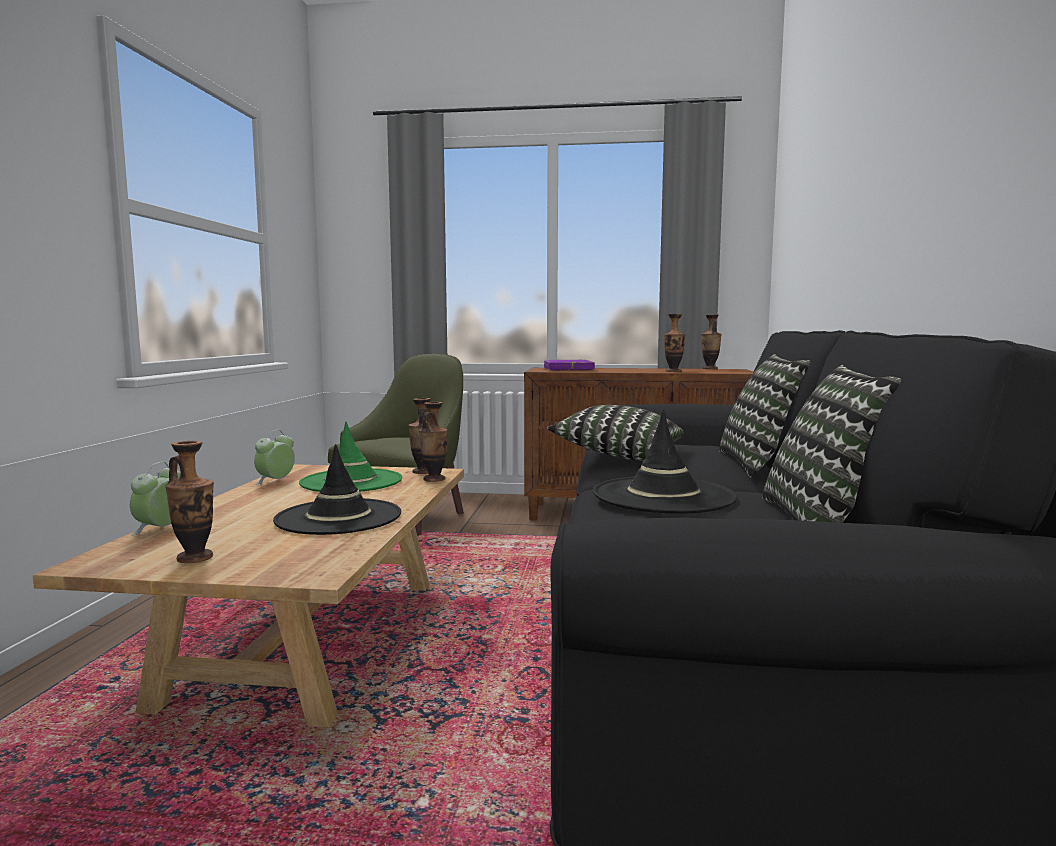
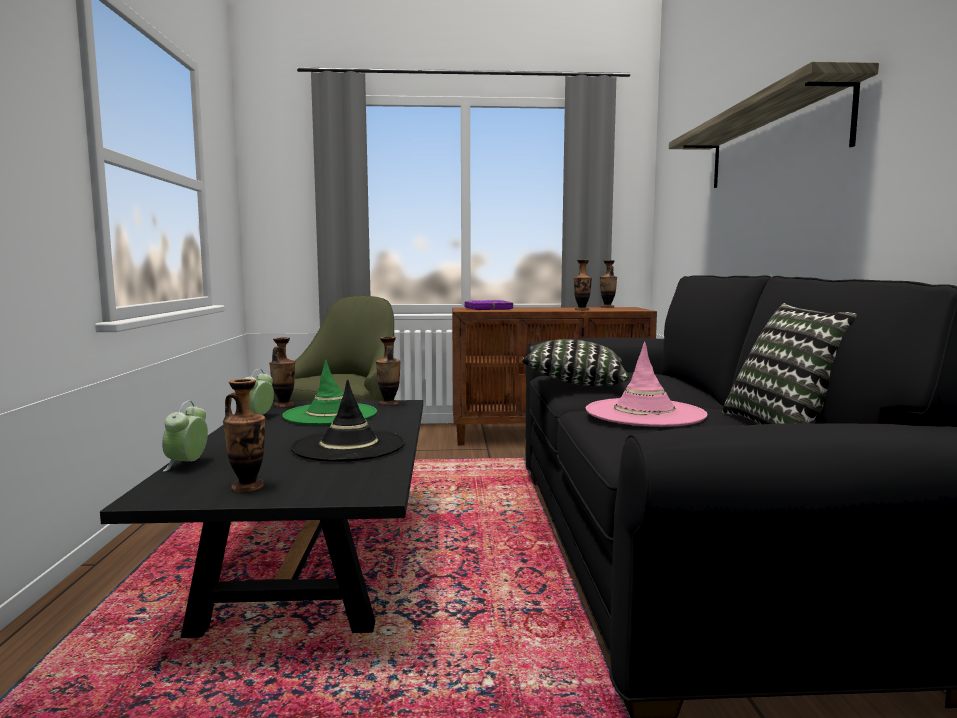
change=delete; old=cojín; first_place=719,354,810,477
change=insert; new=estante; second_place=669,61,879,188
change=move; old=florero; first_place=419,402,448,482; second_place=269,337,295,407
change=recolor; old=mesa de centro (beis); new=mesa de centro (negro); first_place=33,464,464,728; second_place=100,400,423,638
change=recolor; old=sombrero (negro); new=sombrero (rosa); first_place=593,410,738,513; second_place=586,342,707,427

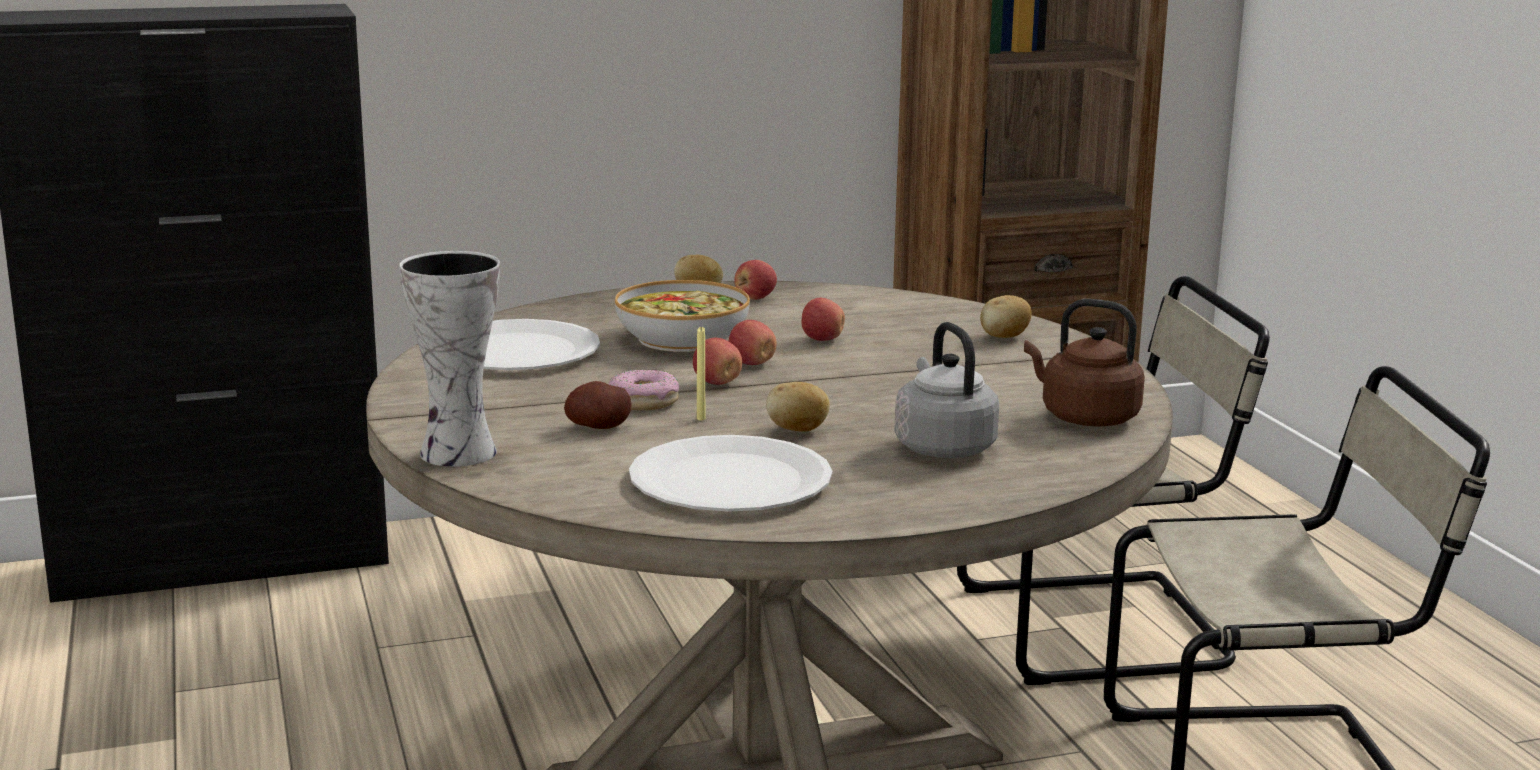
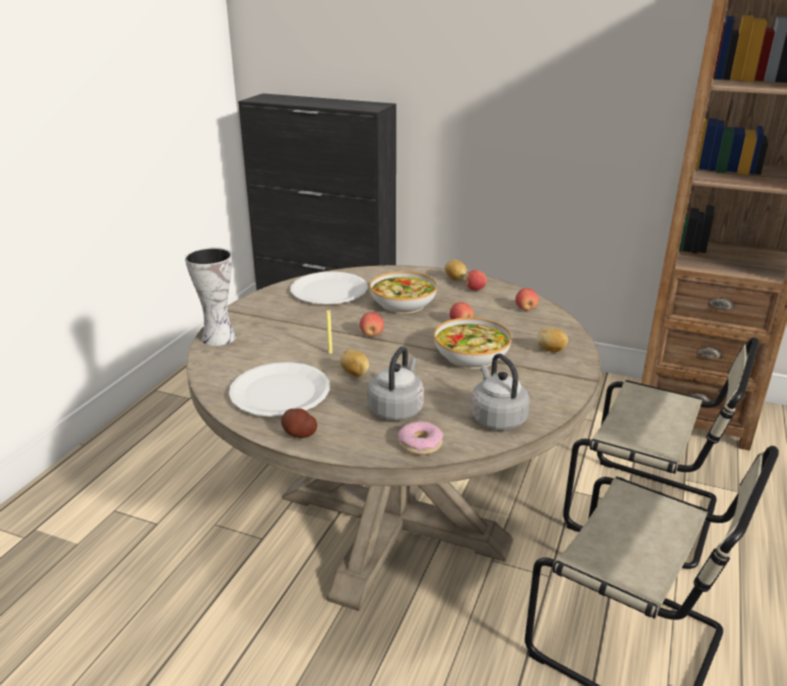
change=insert; new=cuenco; second_place=434,317,512,369
change=move; old=patata; first_place=564,381,632,429; second_place=281,408,317,438
change=move; old=rosquilla; first_place=608,370,679,411; second_place=398,421,443,455
change=move; old=manzana; first_place=729,320,777,365; second_place=515,288,539,311
change=recolor; old=hervidor (marrón); new=hervidor (gris); first_place=1024,299,1145,426; second_place=471,353,530,430

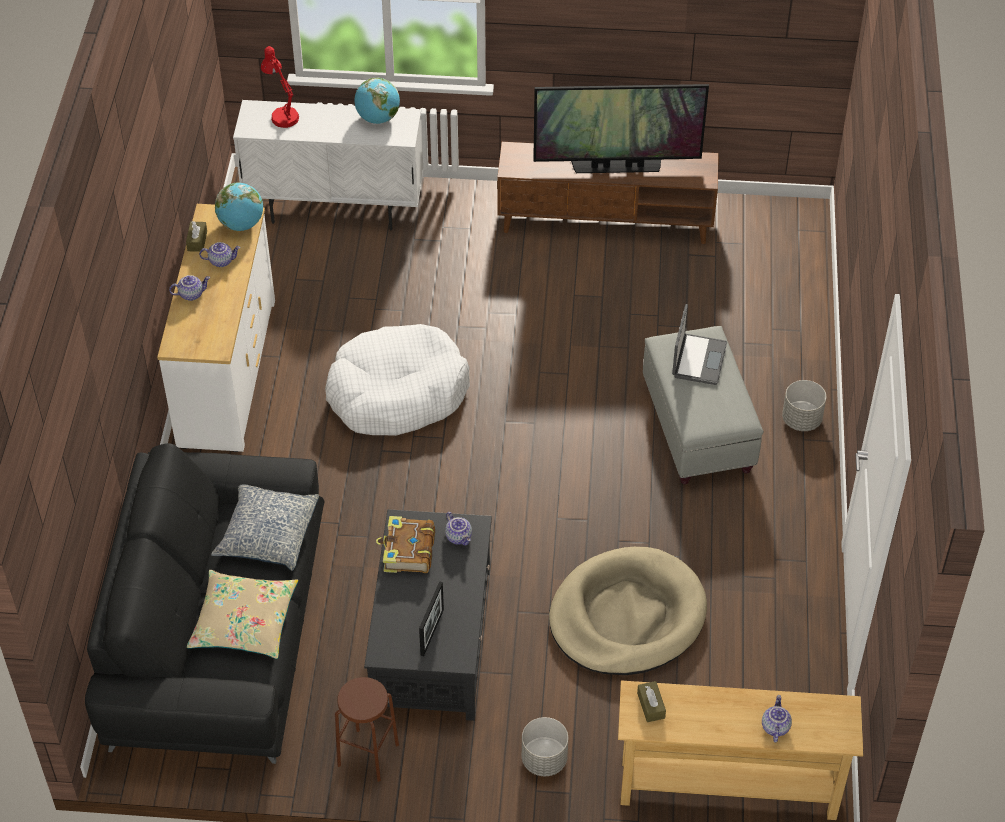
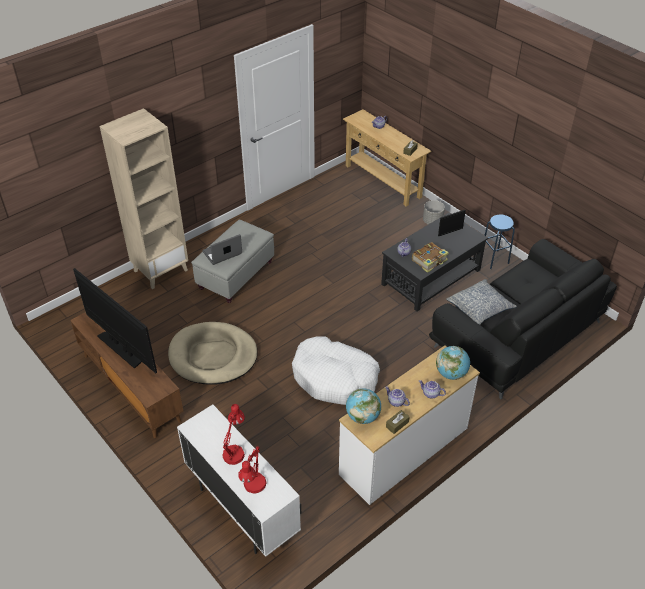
change=delete; old=cojín (beis); first_place=187,570,298,659
change=delete; old=maceta (gris); first_place=782,380,826,431
change=insert; new=estantería (beis); second_place=99,108,188,289
change=insert; new=lámpara de mesa (rojo); second_place=222,404,245,465
change=move; old=globo terráqueo; first_place=354,78,400,124; second_place=436,346,470,380
change=move; old=cama para perro (beis); first_place=549,547,707,675; second_place=168,322,258,385
change=recolor; old=taburete (marrón); new=taburete (azul); first_place=335,677,399,782; second_place=484,214,515,269

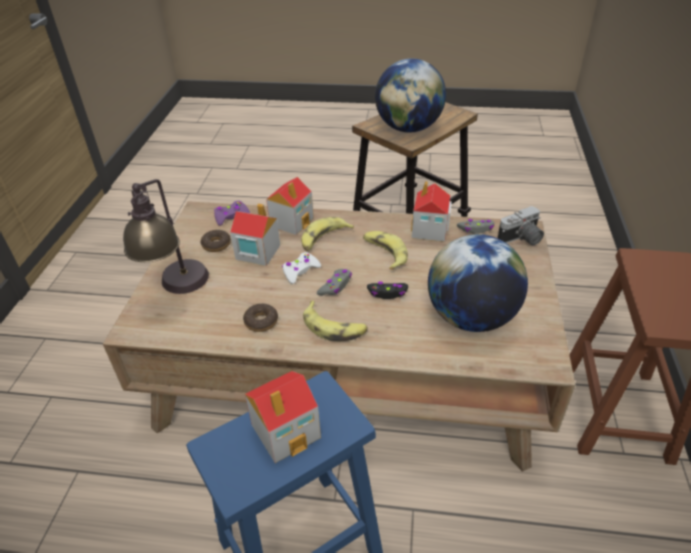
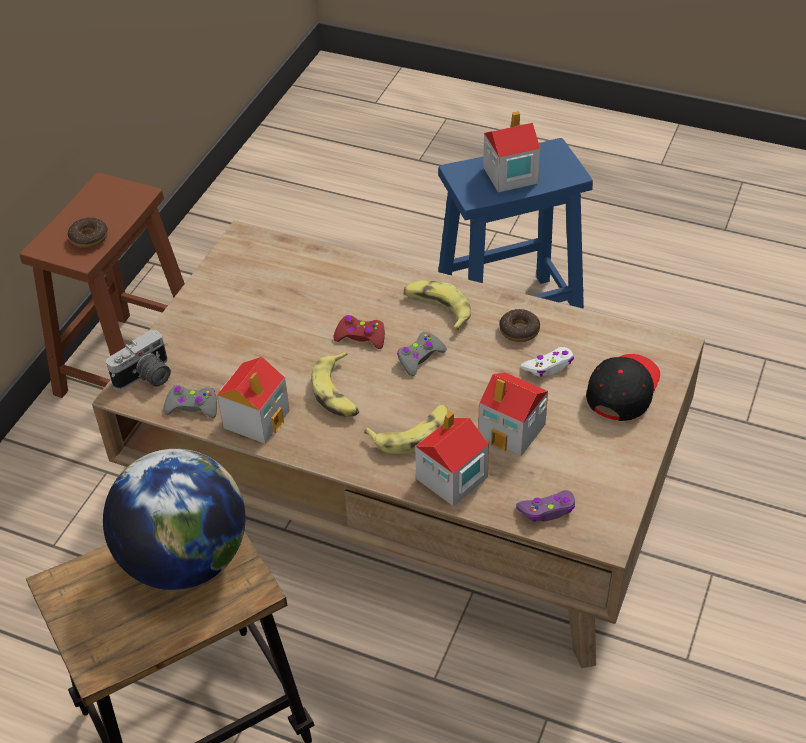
change=delete; old=globo terráqueo; first_place=428,234,528,332
change=move; old=rosquilla; first_place=201,230,231,252; second_place=68,217,108,248
change=move; old=mando de consola (blanco); first_place=282,252,321,284; second_place=521,347,574,377
change=replace; old=lámpara de mesa; new=gorra (negro); first_place=123,179,209,294; second_place=586,354,660,421
change=recolor; old=mando de consola (negro); new=mando de consola (rojo); first_place=367,281,408,299; second_place=333,315,385,349
change=rotate; old=cámara; first_place=498,206,544,245; second_place=106,330,171,390; degrees=150

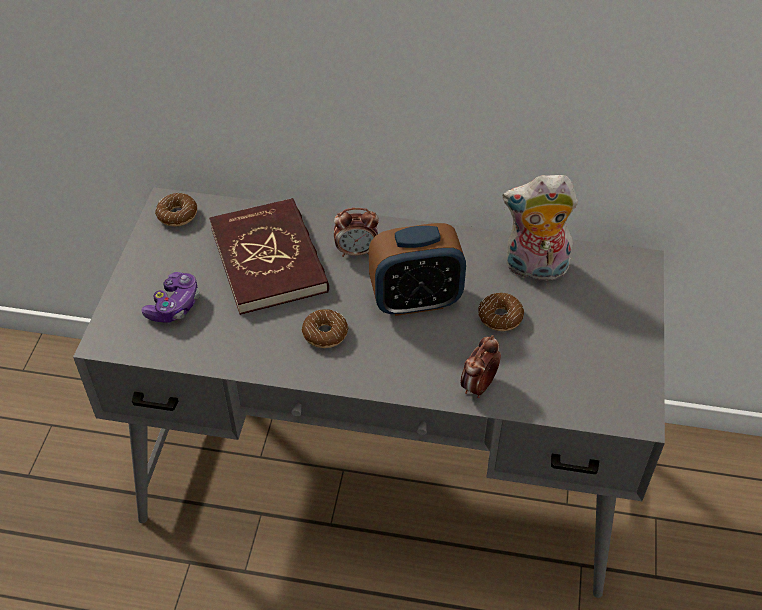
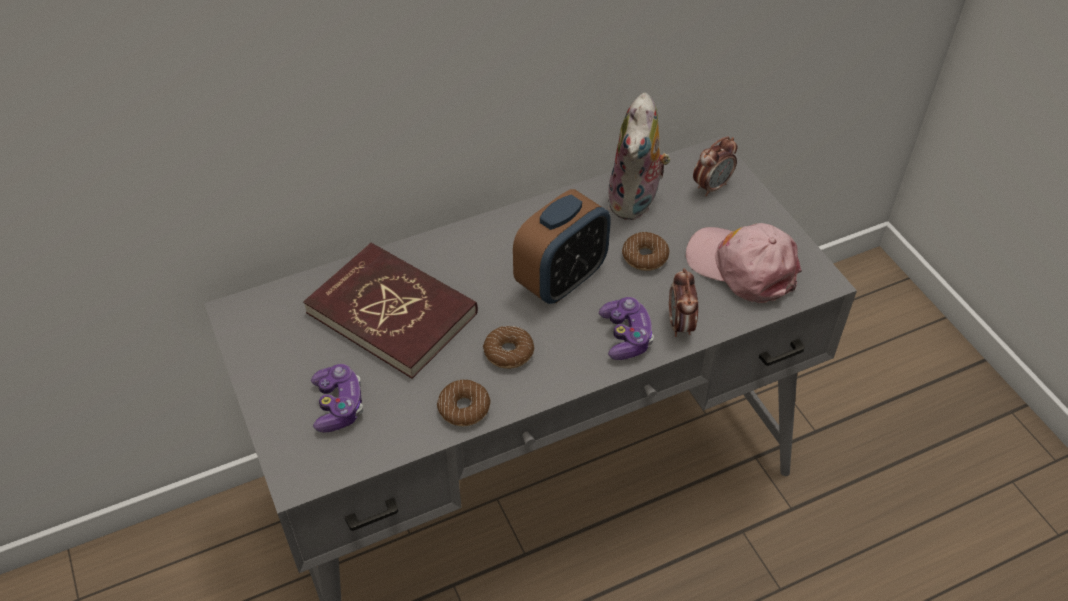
change=insert; new=mando de consola; second_place=599,297,654,360
change=insert; new=gorra (rosa); second_place=686,223,802,303
change=move; old=rosquilla; first_place=155,193,197,227; second_place=437,380,490,426
change=move; old=despertador; first_place=334,208,379,257; second_place=693,136,737,196
change=rotate; old=peluche; first_place=503,175,578,281; second_place=608,92,670,220; degrees=-45

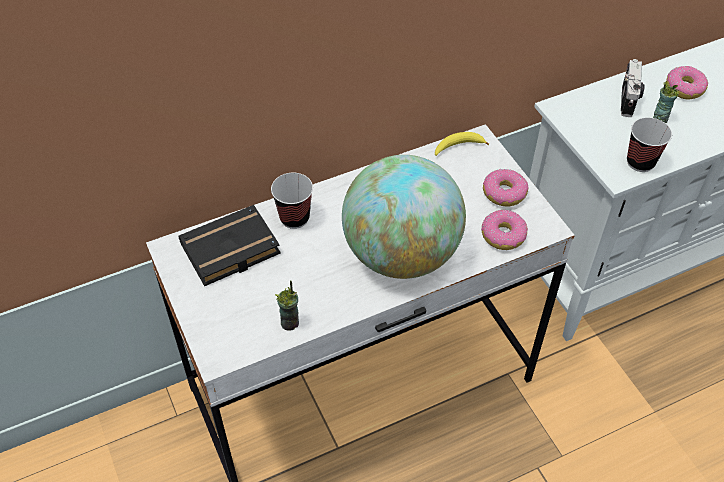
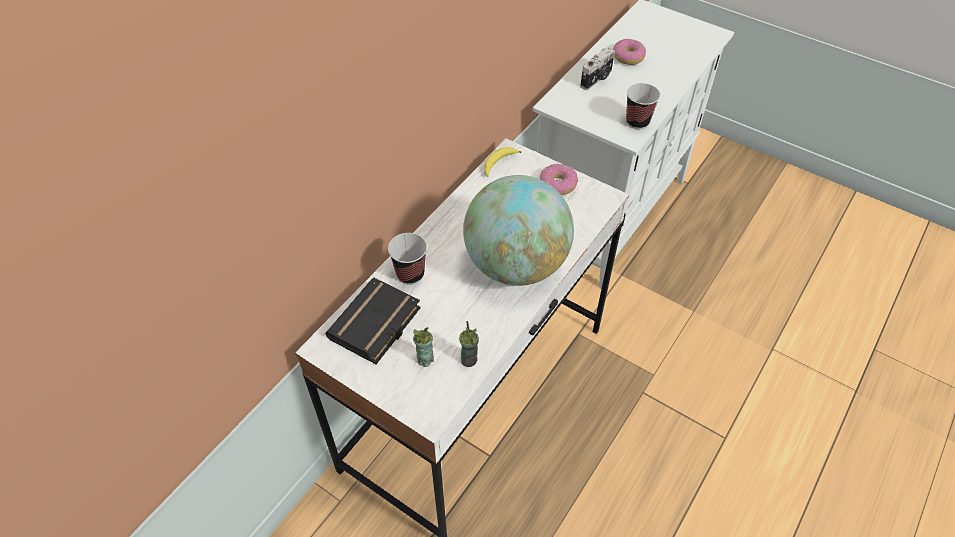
change=delete; old=rosquilla; first_place=481,210,528,250
change=move; old=taza; first_place=653,81,679,123; second_place=413,327,434,367
change=rotate; old=cámara; first_place=621,59,645,117; second_place=580,47,615,90; degrees=60

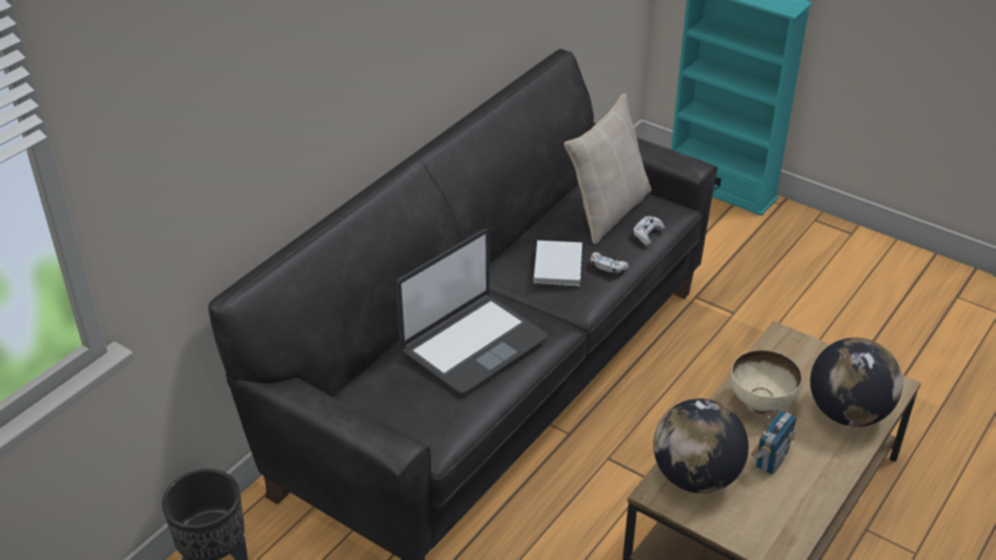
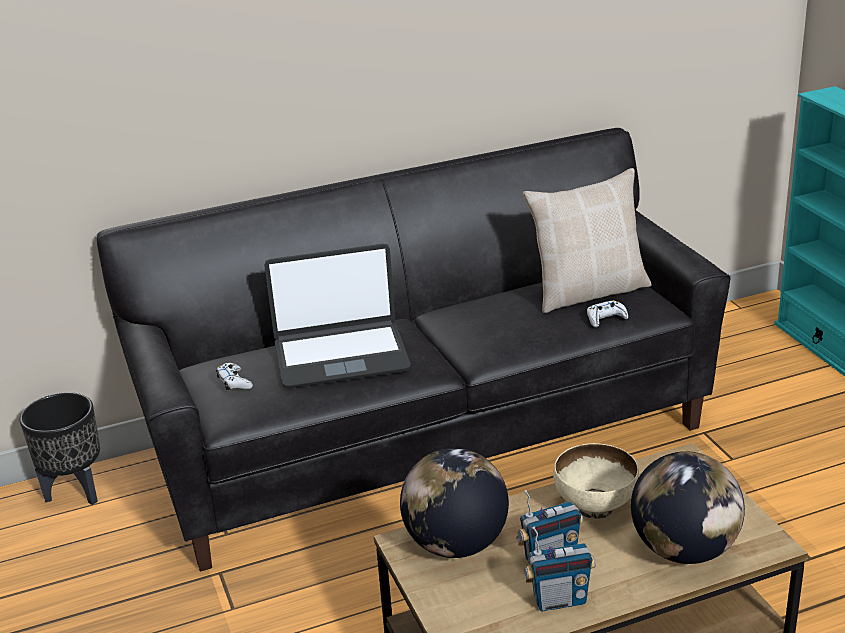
change=delete; old=libro (blanco); first_place=534,240,582,286
change=insert; new=radio; second_place=524,527,596,611
change=move; old=mando de consola (blanco); first_place=590,252,628,275; second_place=216,363,253,391

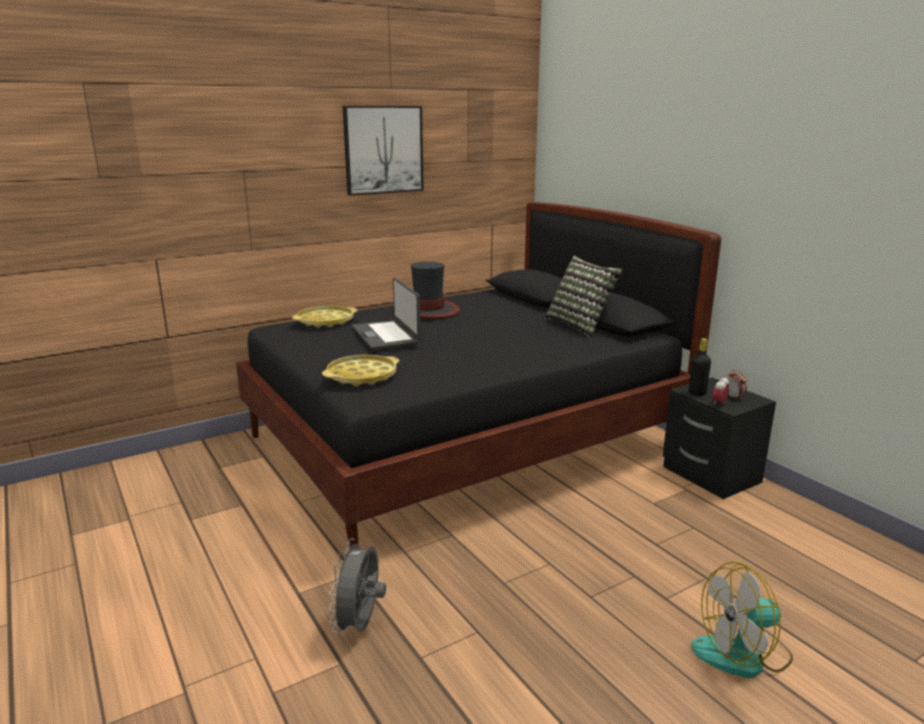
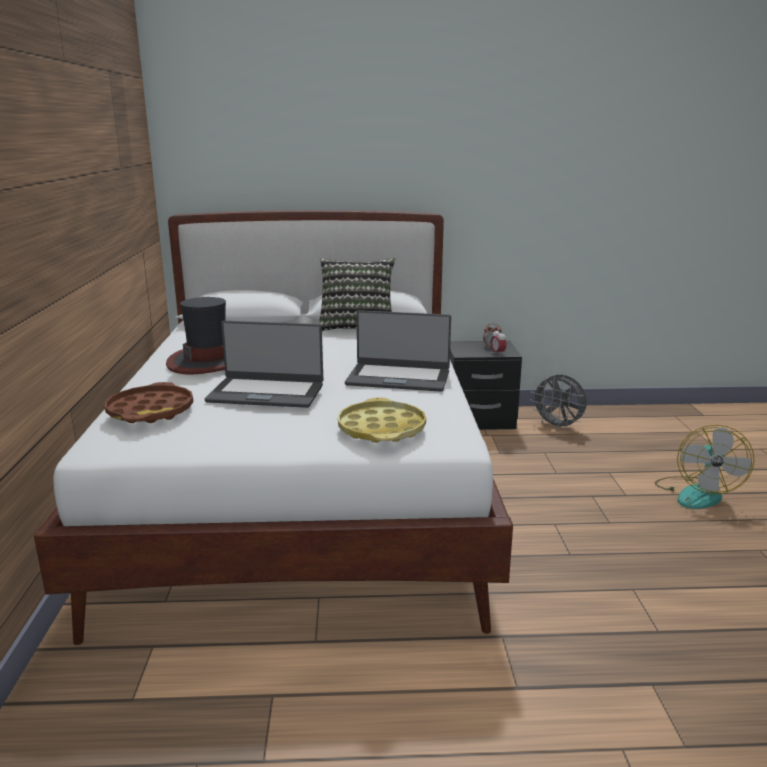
change=delete; old=cuadro; first_place=343,106,424,196
change=delete; old=botella (negro); first_place=689,338,711,396
change=insert; new=portátil; second_place=345,310,451,392
change=move; old=ventilador (gris); first_place=328,539,386,635; second_place=530,374,587,430
change=recolor; old=cama (negro); new=cama (blanco); first_place=236,202,721,547; second_place=34,210,513,645
change=recolor; old=bandeja (amarillo); new=bandeja (marrón); first_place=292,306,357,328; second_place=105,382,193,423

